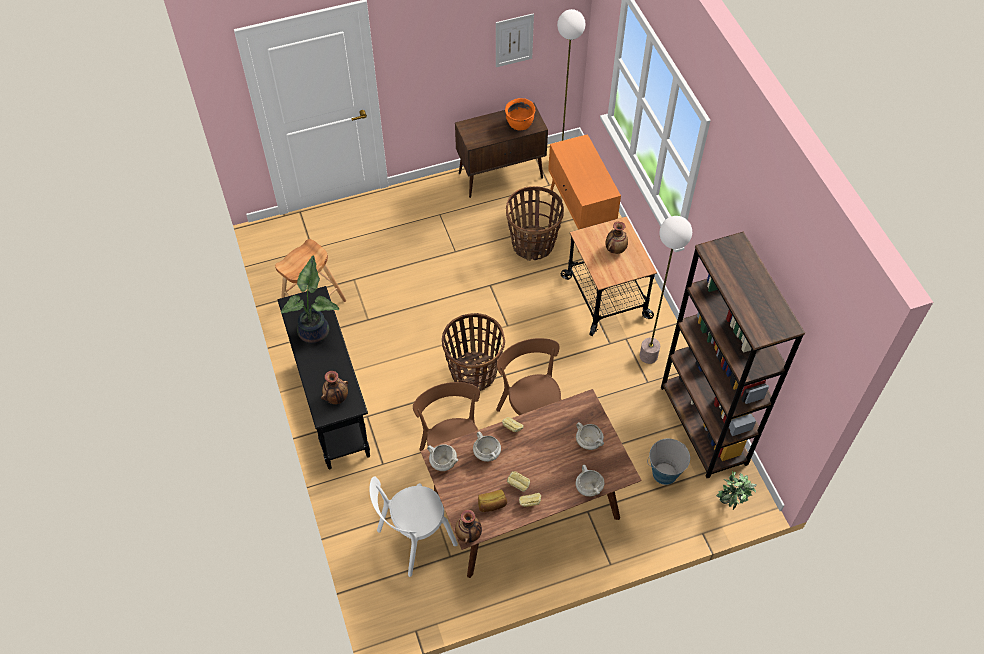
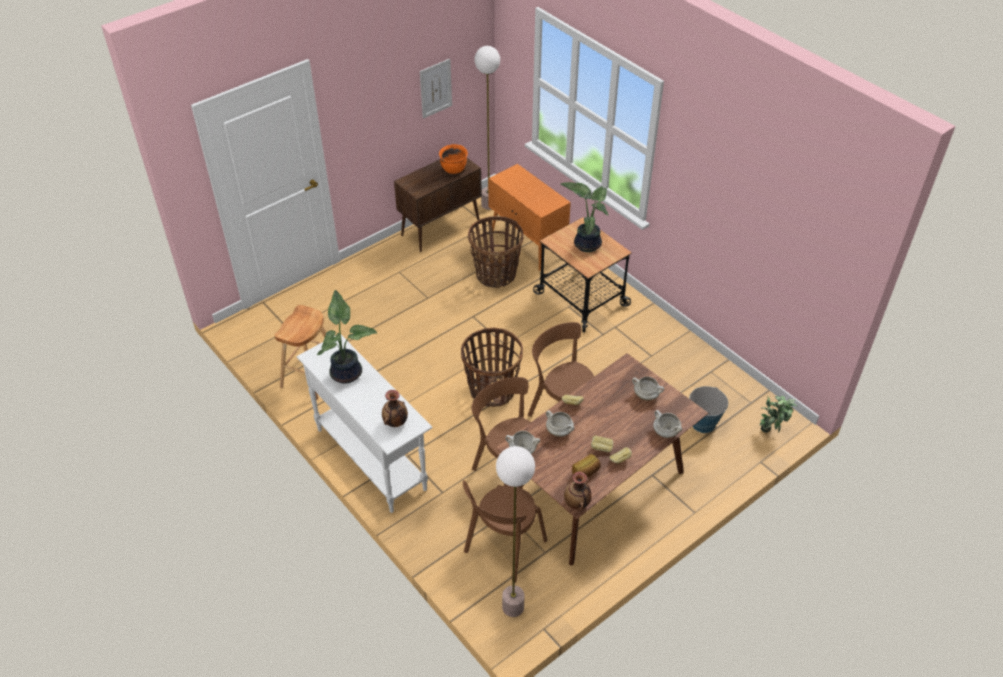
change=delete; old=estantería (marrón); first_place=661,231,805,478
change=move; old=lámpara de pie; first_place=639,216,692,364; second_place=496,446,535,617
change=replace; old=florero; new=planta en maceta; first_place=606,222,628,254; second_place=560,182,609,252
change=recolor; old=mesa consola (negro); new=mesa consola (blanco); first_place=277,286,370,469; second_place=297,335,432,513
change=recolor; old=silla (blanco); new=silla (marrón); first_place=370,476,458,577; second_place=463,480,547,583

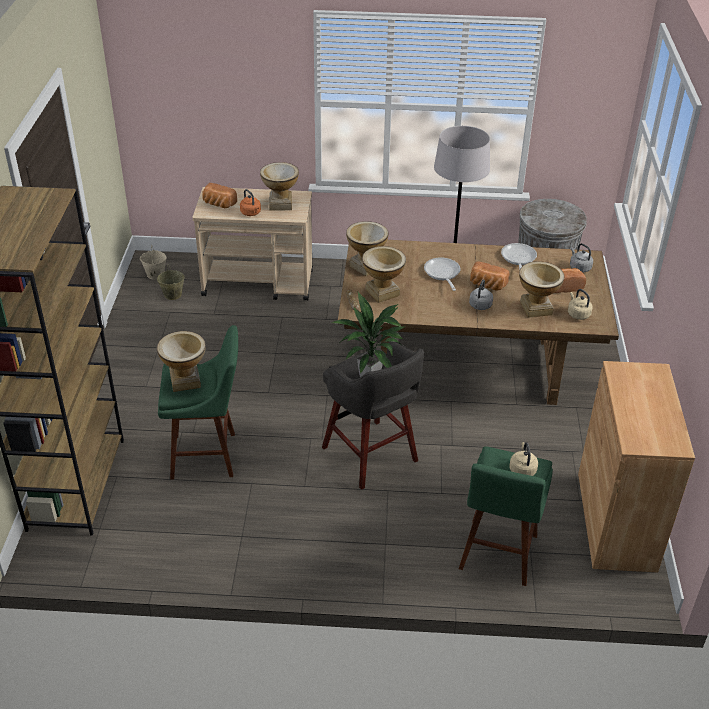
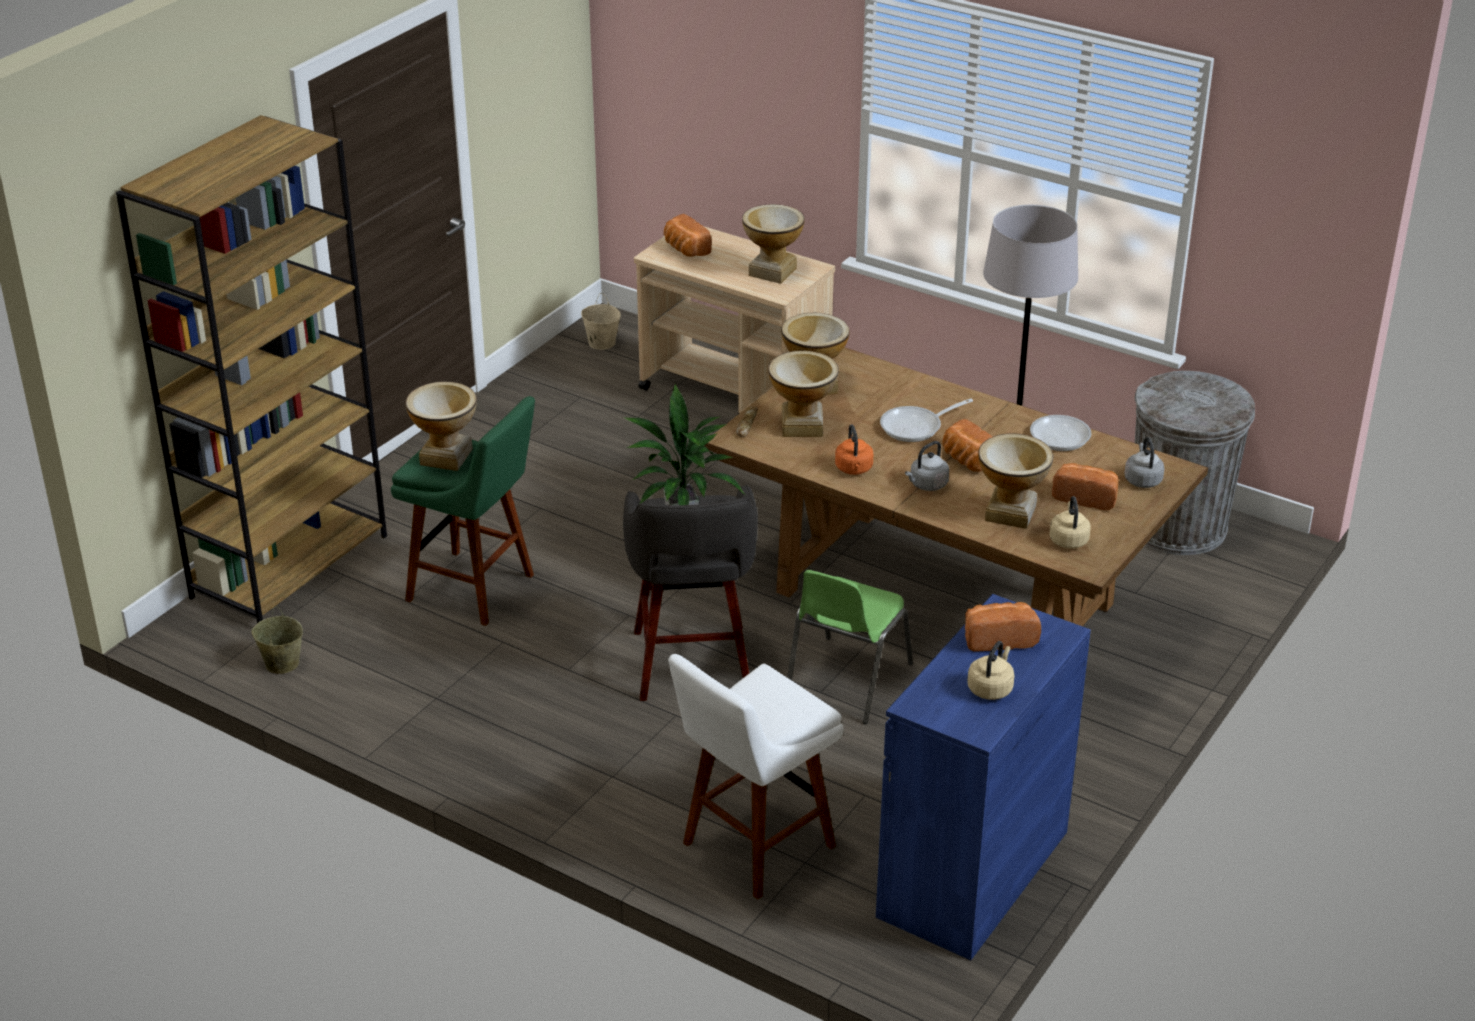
change=insert; new=silla (verde); second_place=787,570,913,724
change=insert; new=pan; second_place=965,602,1041,652
change=move; old=cubo (beis); first_place=157,265,185,300; second_place=251,606,303,674
change=move; old=hervidor (naranja); first_place=240,189,261,216; second_place=835,425,873,475
change=move; old=hervidor (beis); first_place=510,442,538,476; second_place=967,641,1015,700
change=recolor; old=taburete (verde); new=taburete (blanco); first_place=459,446,553,586; second_place=668,654,844,900
change=recolor; old=armario (marrón); new=armario (azul); first_place=578,361,695,572; second_place=876,594,1091,960
change=rotate; old=sartén; first_place=424,257,461,291; second_place=880,398,973,442; degrees=-135

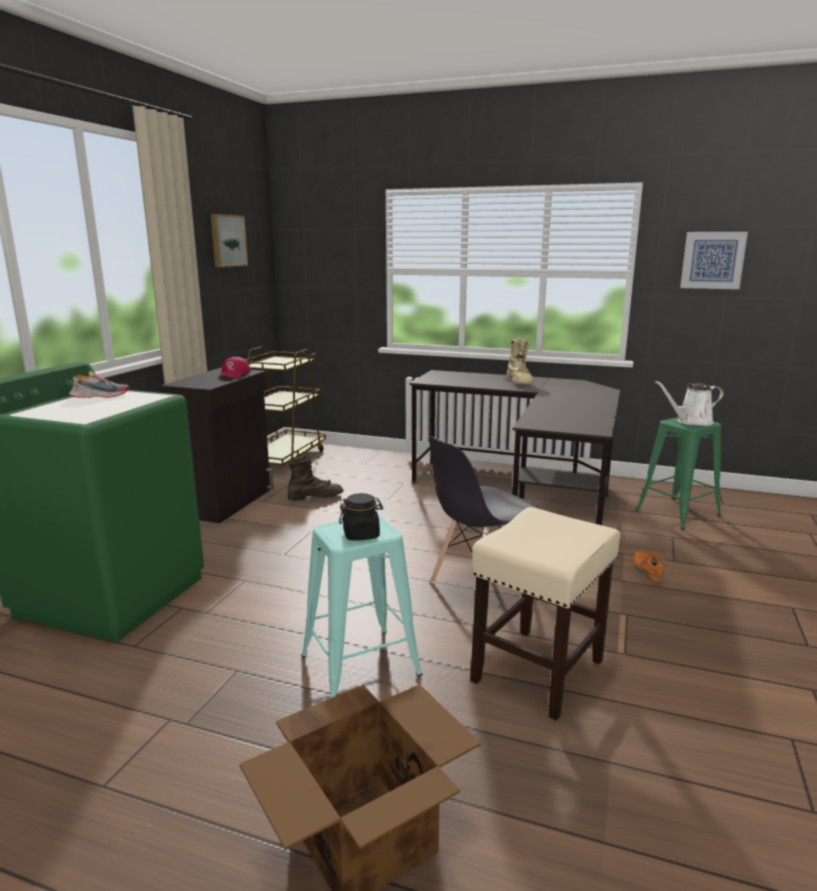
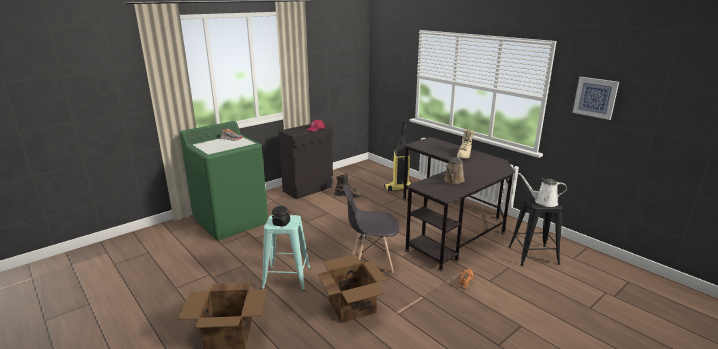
change=delete; old=cuadro; first_place=210,214,248,267
change=delete; old=carrito (marrón); first_place=245,347,326,465
change=insert; new=aspiradora; second_place=384,120,412,192
change=insert; new=regadera (marrón); second_place=444,156,465,184
change=replace; old=taburete (beis); new=caja de cartón; first_place=470,507,620,721; second_place=317,254,387,323
change=recolor; old=taburete (verde); new=taburete (negro); first_place=636,417,722,530; second_place=509,197,562,266

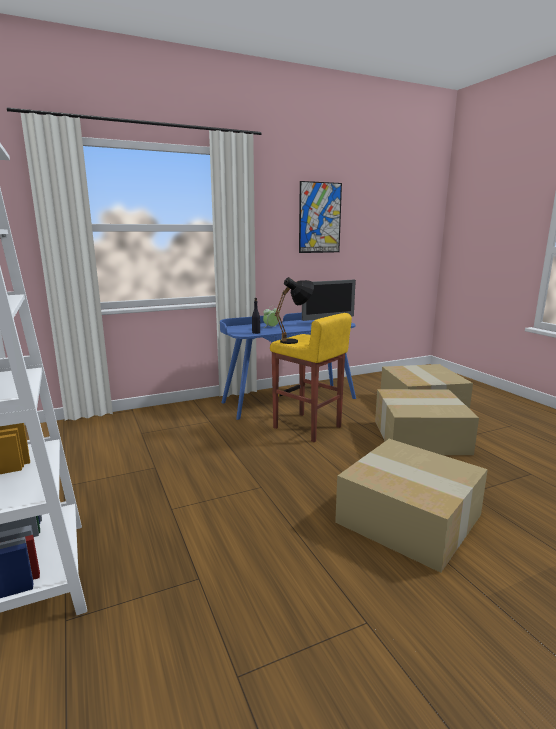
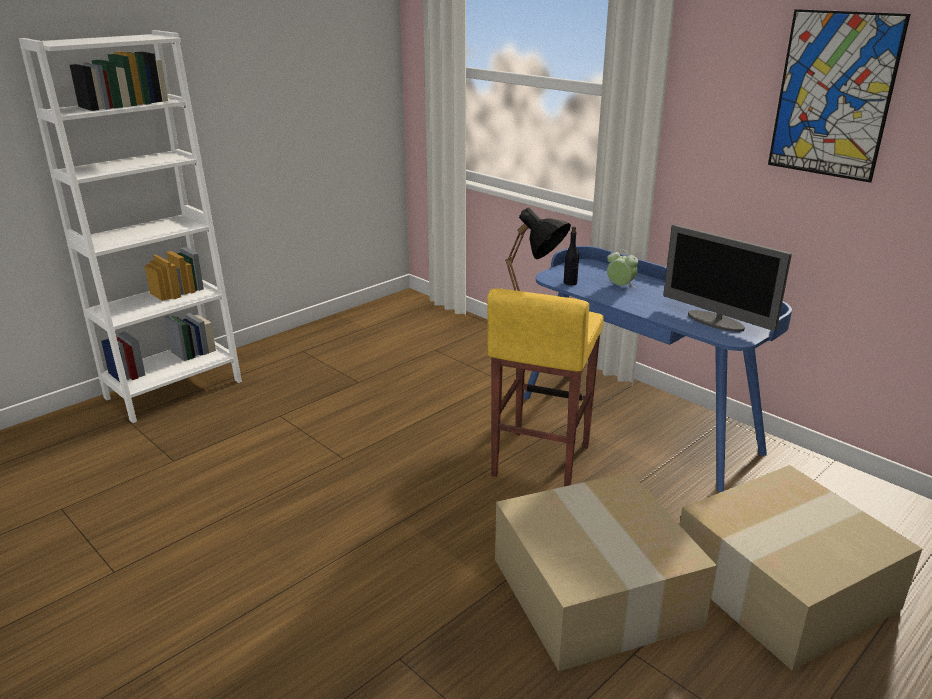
change=delete; old=caja de cartón; first_place=335,439,488,573

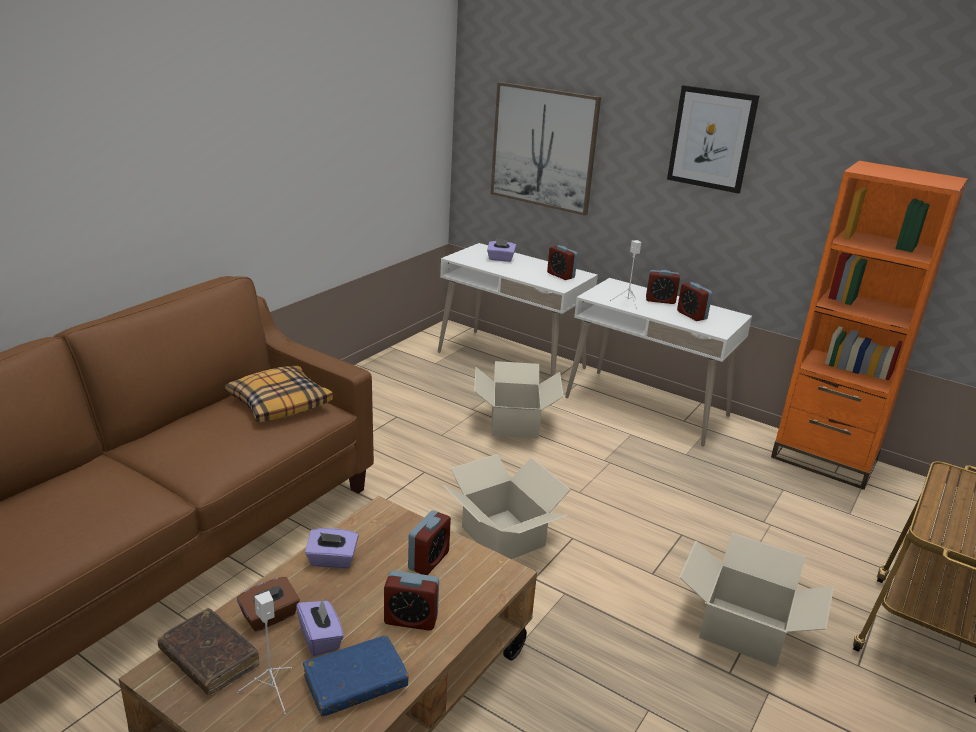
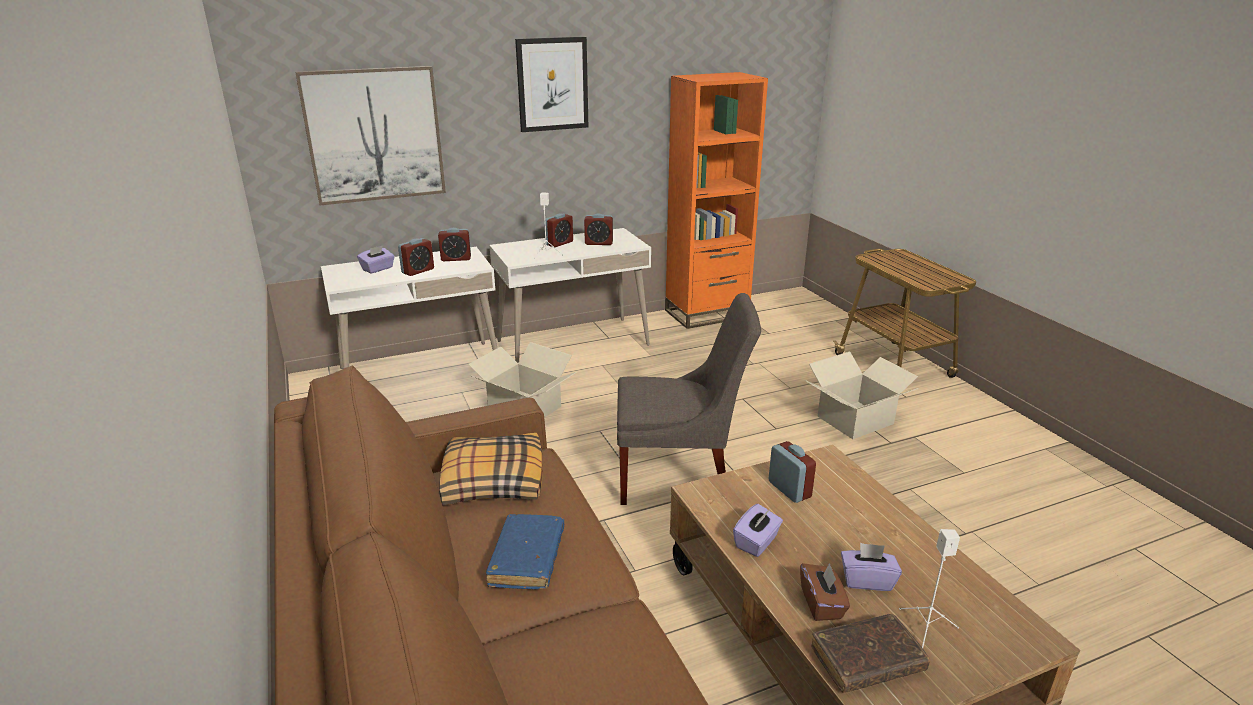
change=move; old=libro (azul); first_place=303,636,409,716; second_place=486,514,564,589
change=move; old=despertador; first_place=384,571,439,631; second_place=398,238,434,276
change=replace; old=caja de cartón; new=silla (gris); first_place=443,454,571,559; second_place=617,293,761,505

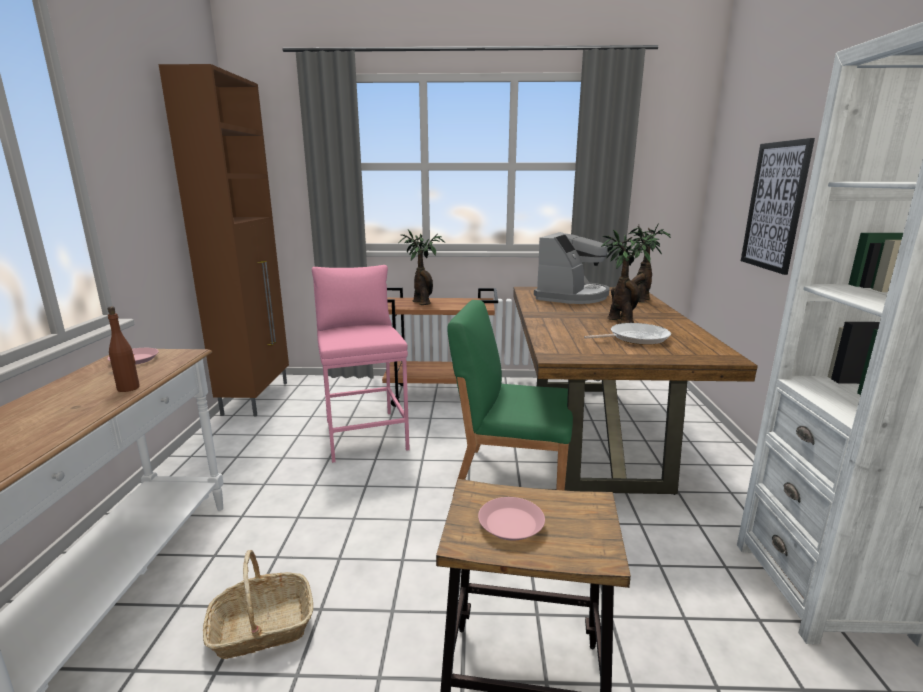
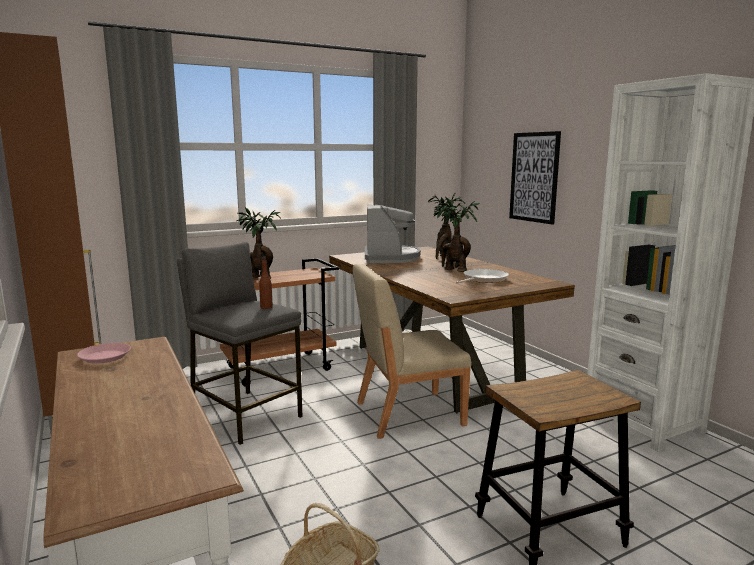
change=delete; old=plato (rosa); first_place=478,497,545,541
change=move; old=botella (marrón); first_place=107,306,140,392; second_place=259,256,273,309
change=recolor; old=taburete (rosa); new=taburete (gris); first_place=312,265,410,463; second_place=177,242,303,445
change=recolor; old=silla (verde); new=silla (beis); first_place=447,300,573,495; second_place=353,264,471,439

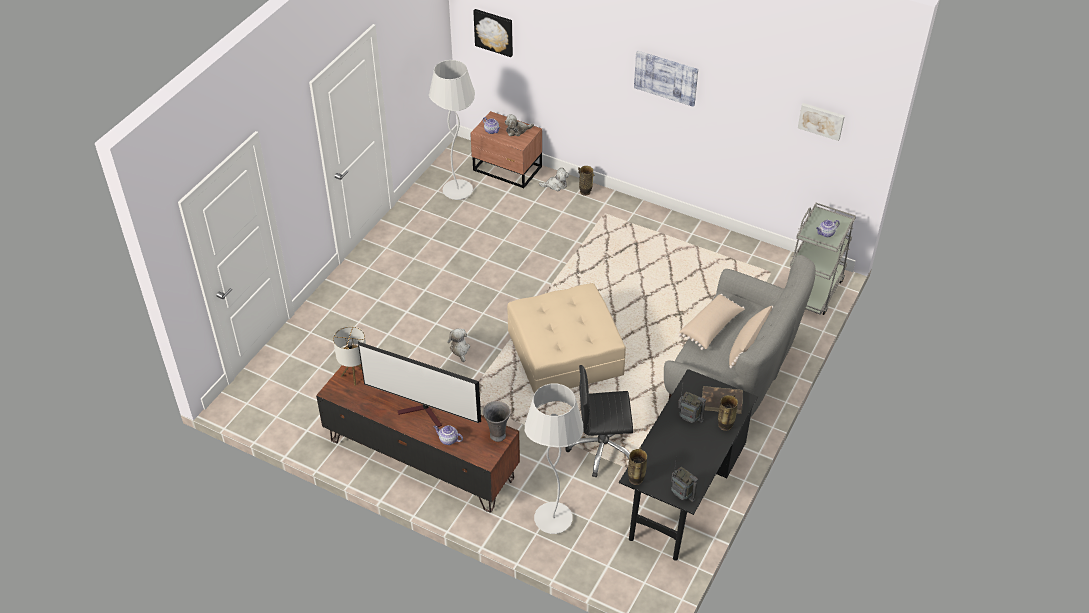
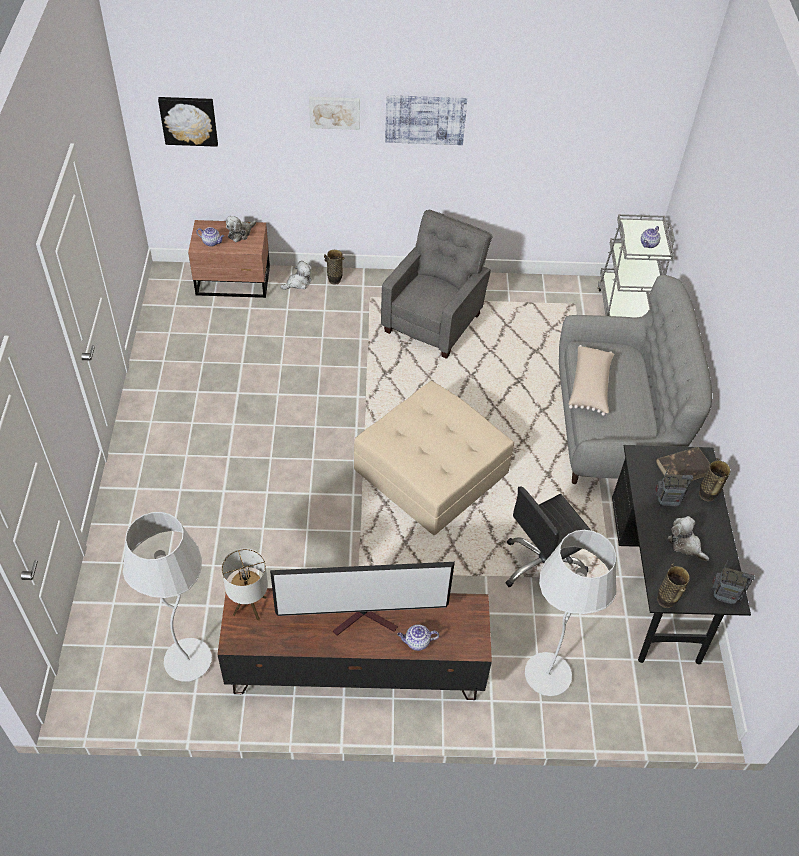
change=delete; old=florero (gris); first_place=483,401,511,442
change=delete; old=cojín (beis); first_place=729,306,773,368
change=insert; new=sillón (gris); second_place=381,210,493,359
change=move; old=lámpara de pie (blanco); first_place=429,60,475,200; second_place=123,512,212,682
change=move; old=peluche; first_place=447,328,470,362; second_place=668,516,709,561
change=move; old=cuadro; first_place=798,103,845,141; second_place=309,97,360,130

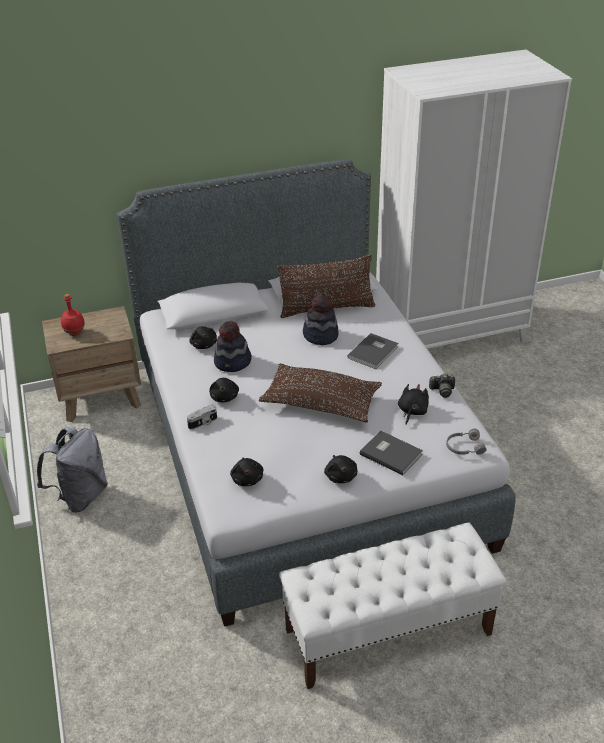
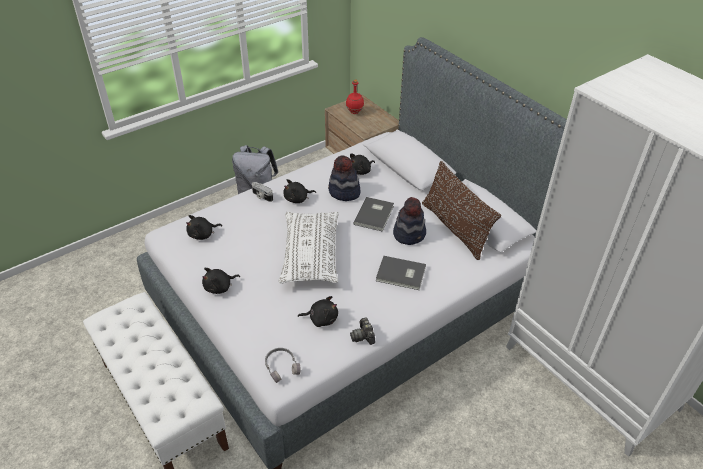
change=move; old=libro (gris); first_place=360,431,423,476; second_place=353,197,394,232
change=recolor; old=cojín (marrón); new=cojín (blanco); first_place=259,363,382,422; second_place=279,212,339,284

